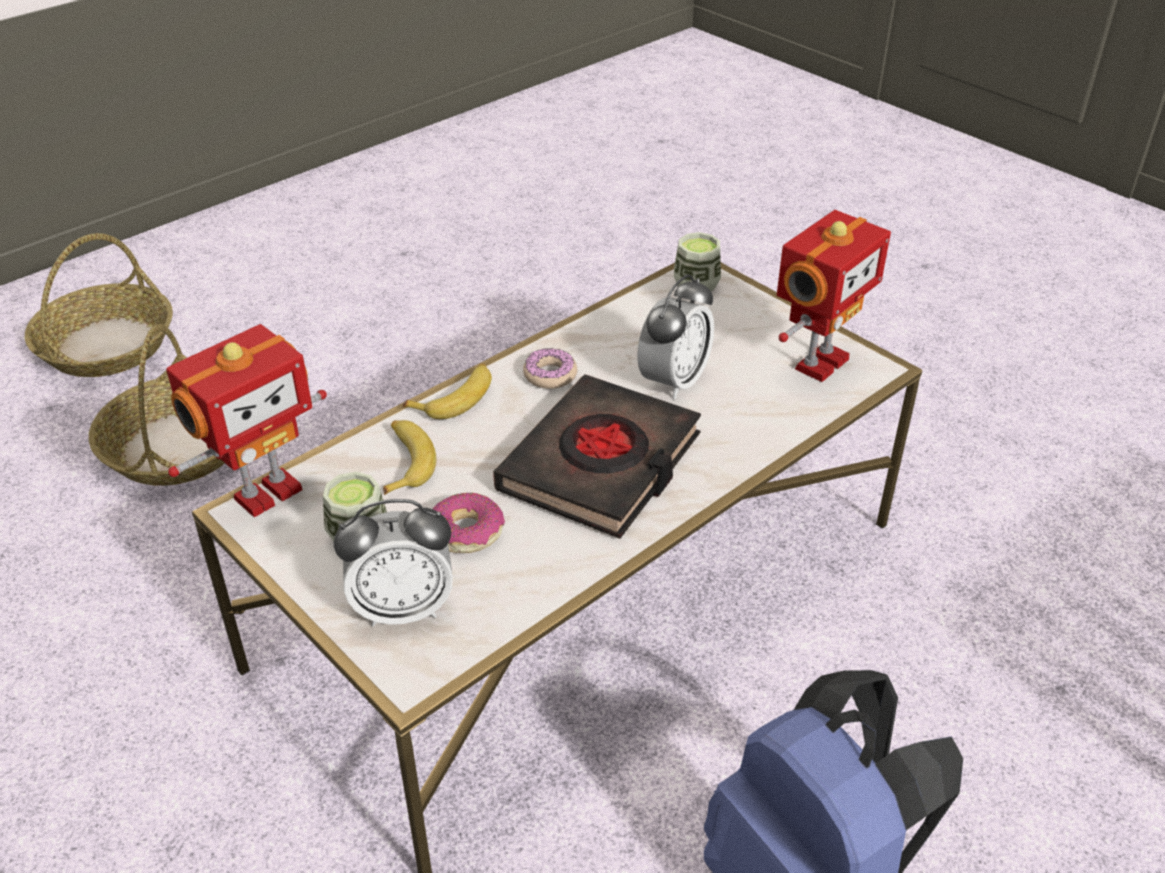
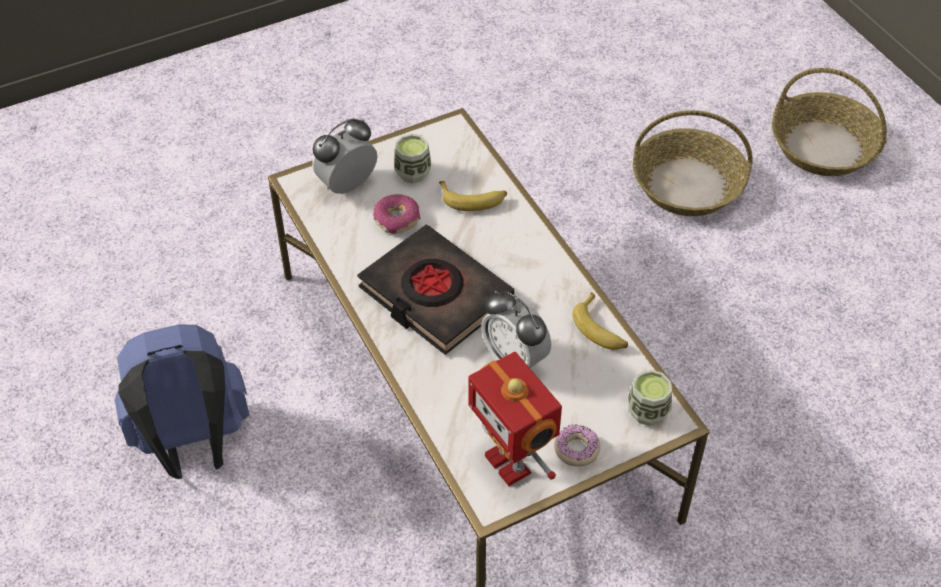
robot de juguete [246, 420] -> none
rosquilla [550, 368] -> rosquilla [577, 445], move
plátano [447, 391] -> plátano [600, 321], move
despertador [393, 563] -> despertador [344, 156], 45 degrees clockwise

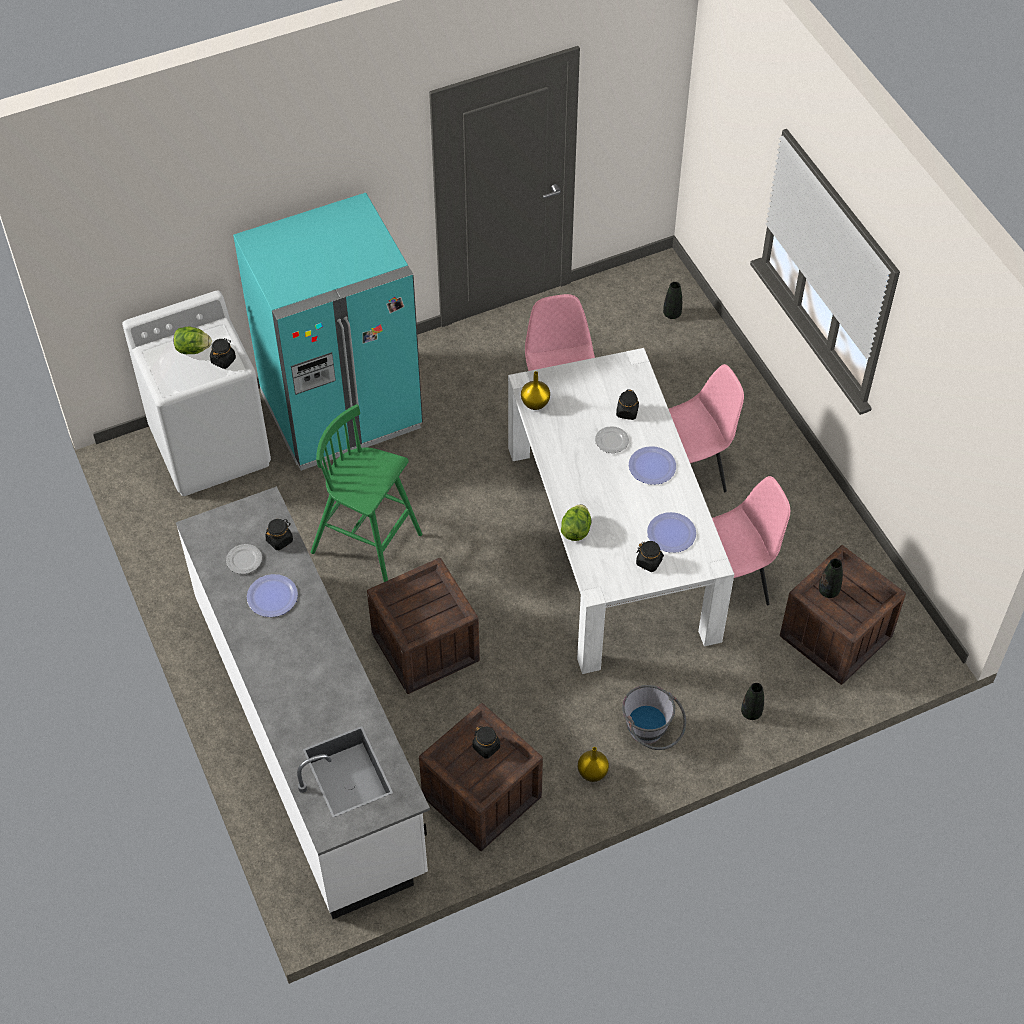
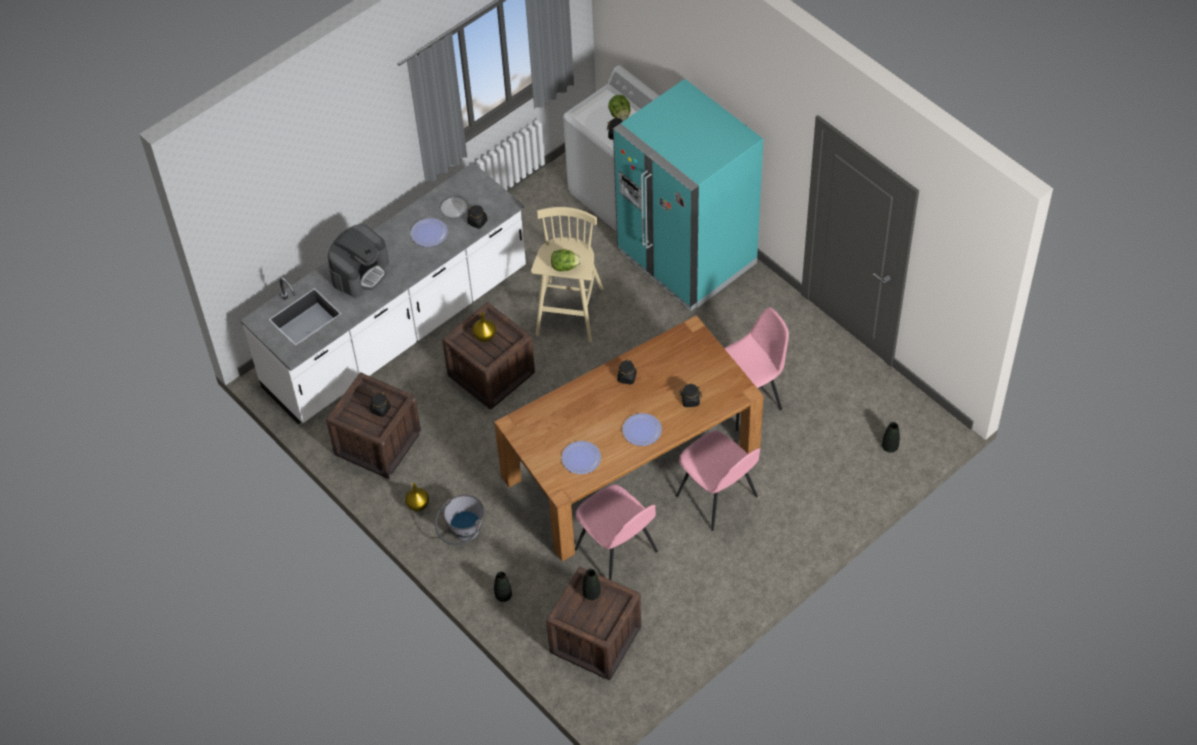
mesa de comedor [blanco] [621, 511] -> mesa de comedor [marrón] [629, 438]
florero [amarillo] [535, 390] -> florero [amarillo] [484, 327], move
taburete [verde] [366, 493] -> taburete [beis] [567, 274]
plato [612, 439] -> none
lechuga [576, 522] -> lechuga [566, 260], move
tarro [negro] [650, 556] -> tarro [negro] [627, 371], move
none -> cafetera [358, 261]

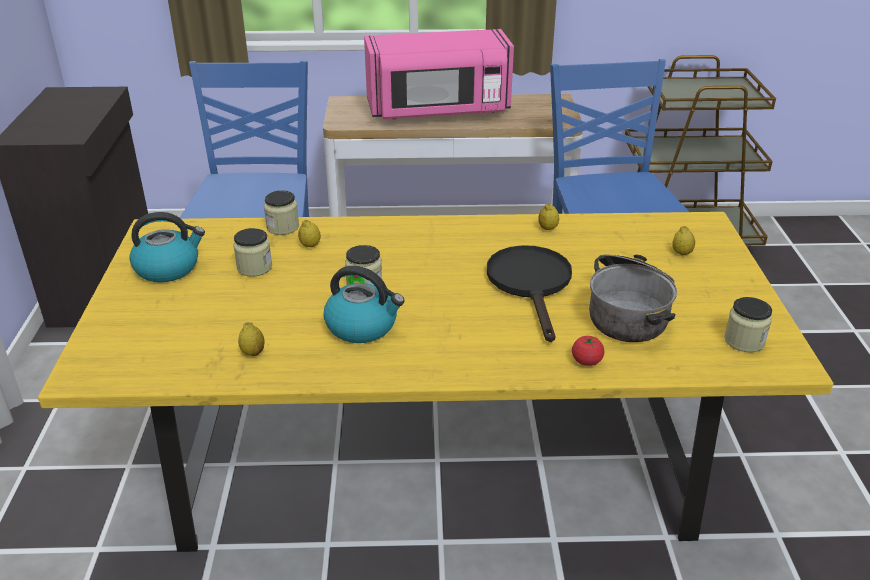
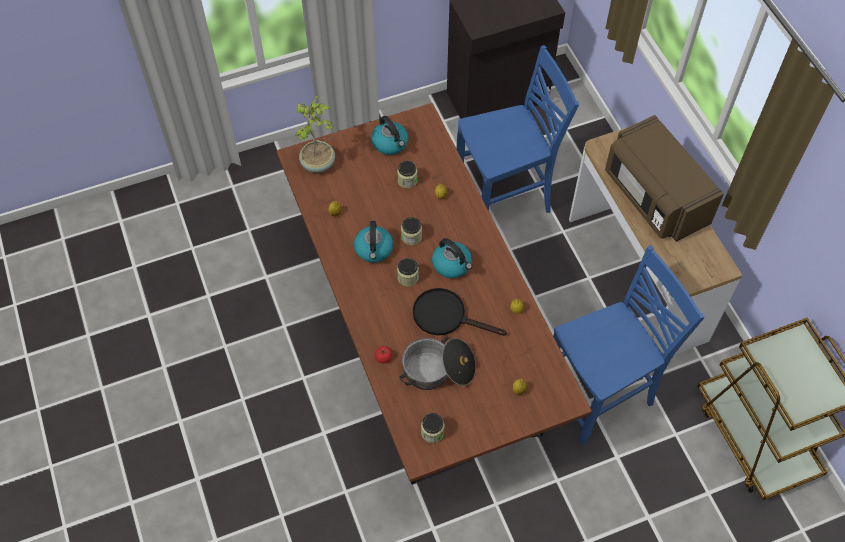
microondas [rosa] [439, 74] -> microondas [marrón] [664, 178]
tarro [281, 212] -> tarro [408, 272], move
mesa de comedor [amarillo] [435, 382] -> mesa de comedor [marrón] [434, 294]
sartén [negro] [529, 293] -> sartén [negro] [460, 312], 135 degrees counterclockwise
none -> planta en maceta [315, 134]
none -> hervidor [452, 258]

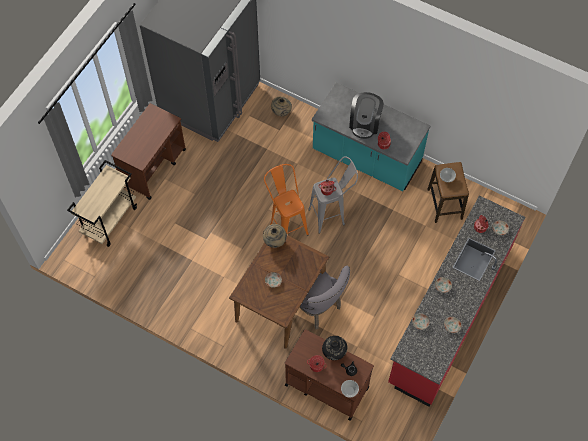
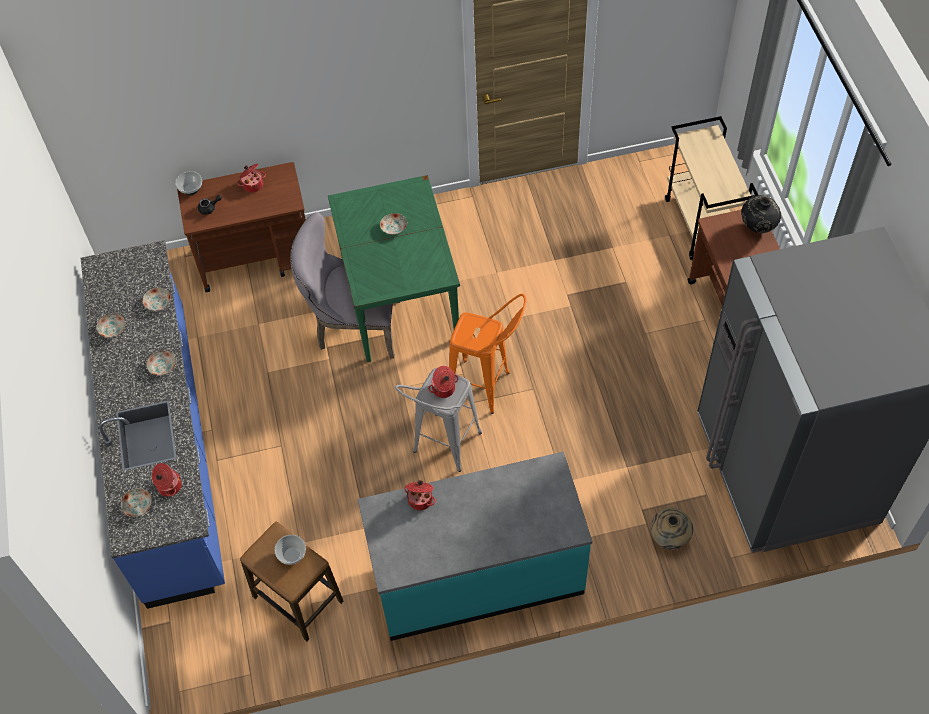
cafetera [366, 115] -> none
mueble bajo de cocina [rojo] [456, 301] -> mueble bajo de cocina [azul] [153, 424]
florero [beis] [275, 236] -> none
mesa de comedor [marrón] [279, 292] -> mesa de comedor [verde] [394, 268]
florero [negro] [334, 348] -> florero [negro] [761, 214], move

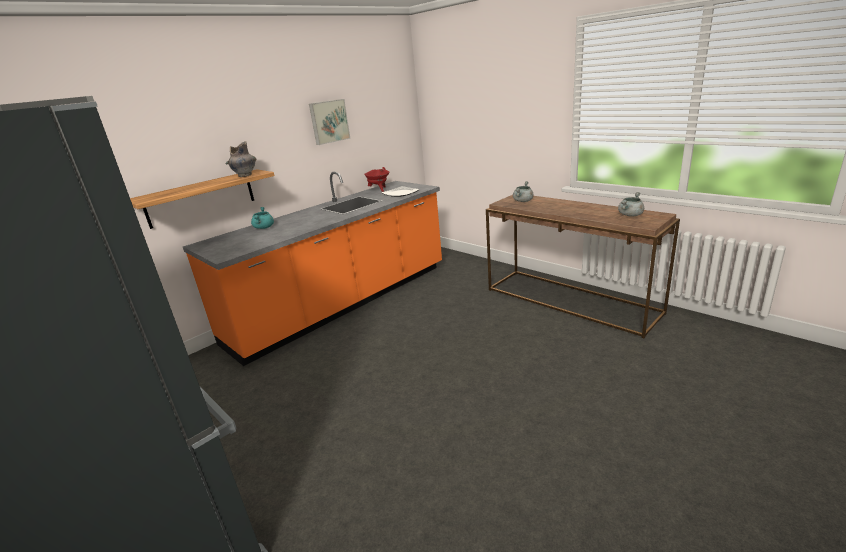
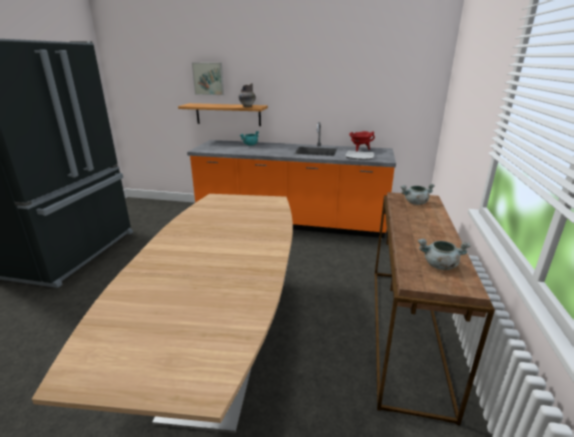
cuadro [330, 122] -> cuadro [208, 79], move
none -> mesa de comedor [marrón] [162, 313]

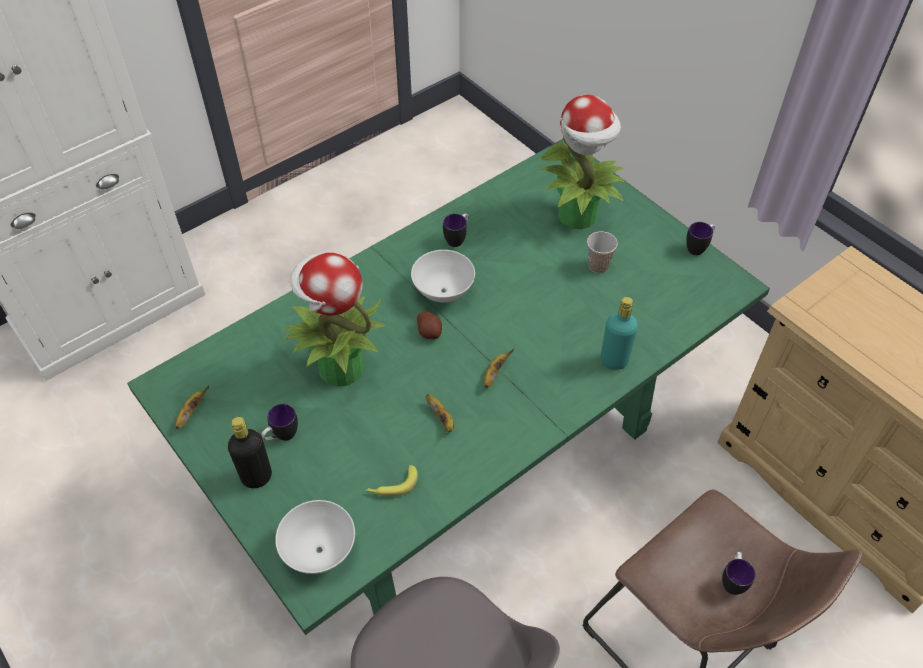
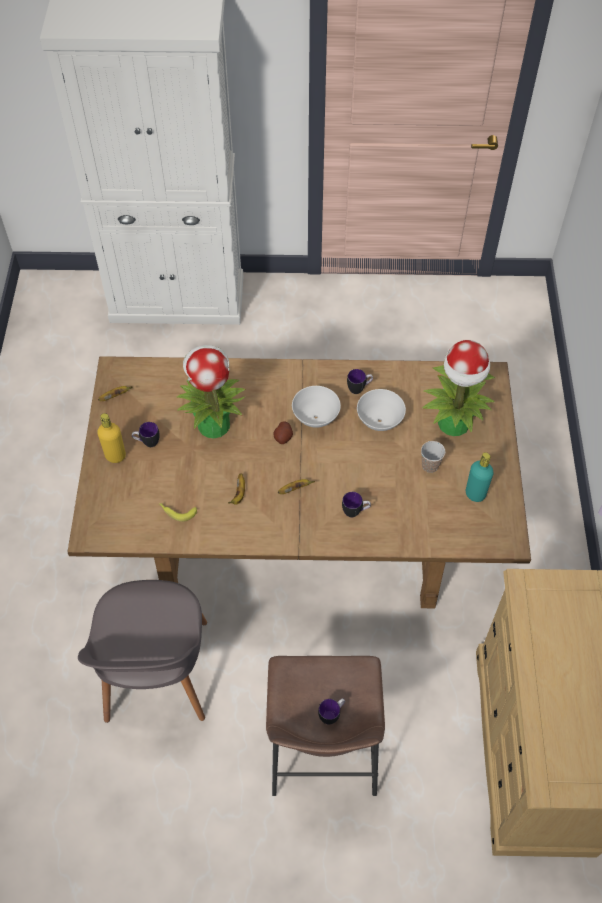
mesa de comedor [verde] [448, 387] -> mesa de comedor [marrón] [299, 482]
taza grande [700, 238] -> taza grande [356, 505], move
botella [turquesa] [619, 333] -> botella [turquesa] [479, 477], move
botella [negro] [250, 452] -> botella [amarillo] [111, 438]
cuenco [blanco] [315, 537] -> cuenco [blanco] [381, 410], move

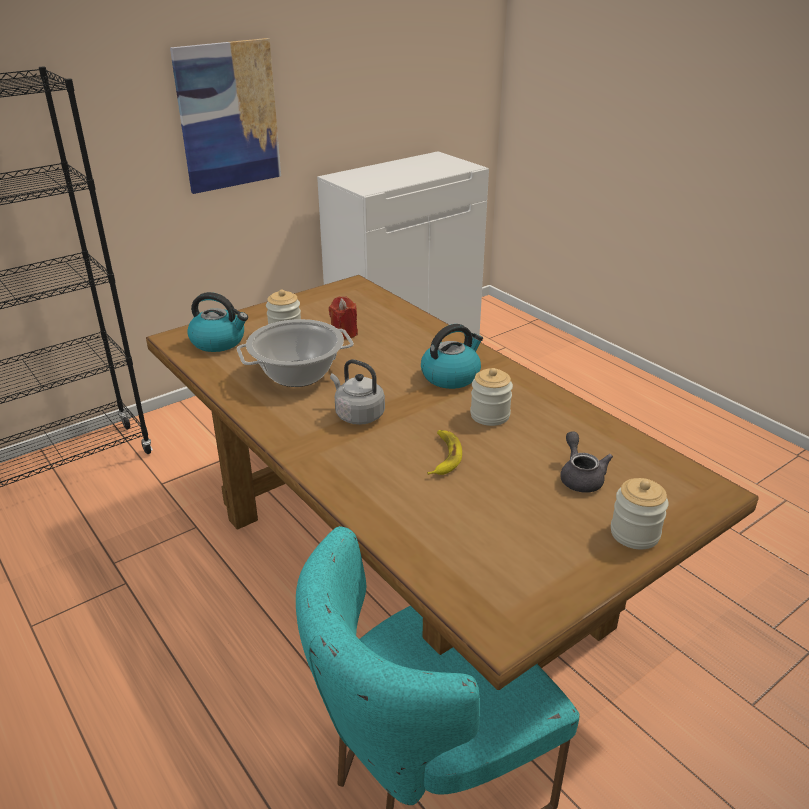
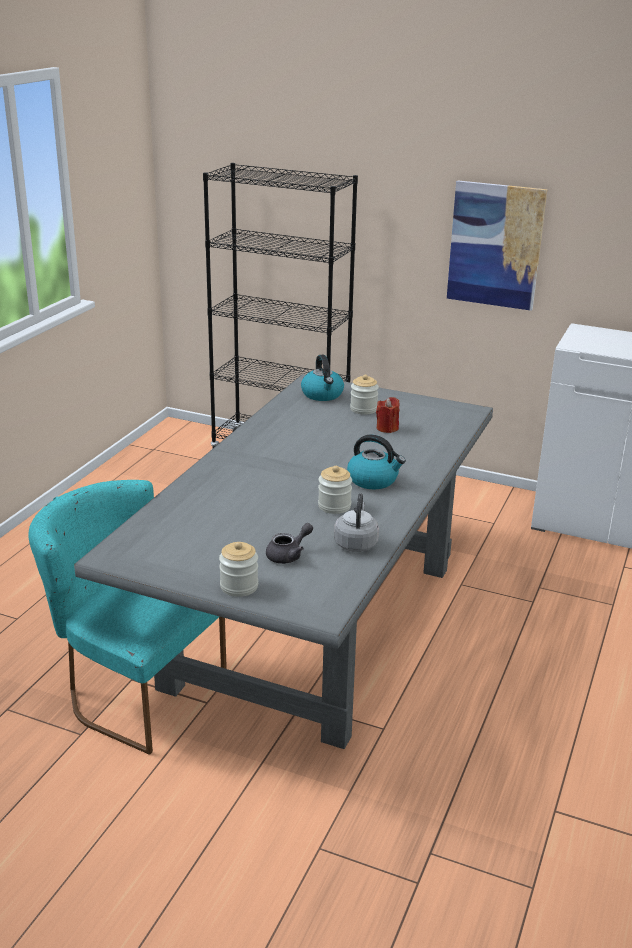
mesa de comedor [marrón] [452, 482] -> mesa de comedor [gris] [283, 561]
olla [295, 353] -> none
hervidor [gris] [357, 392] -> hervidor [gris] [356, 522], move
plátano [444, 452] -> none

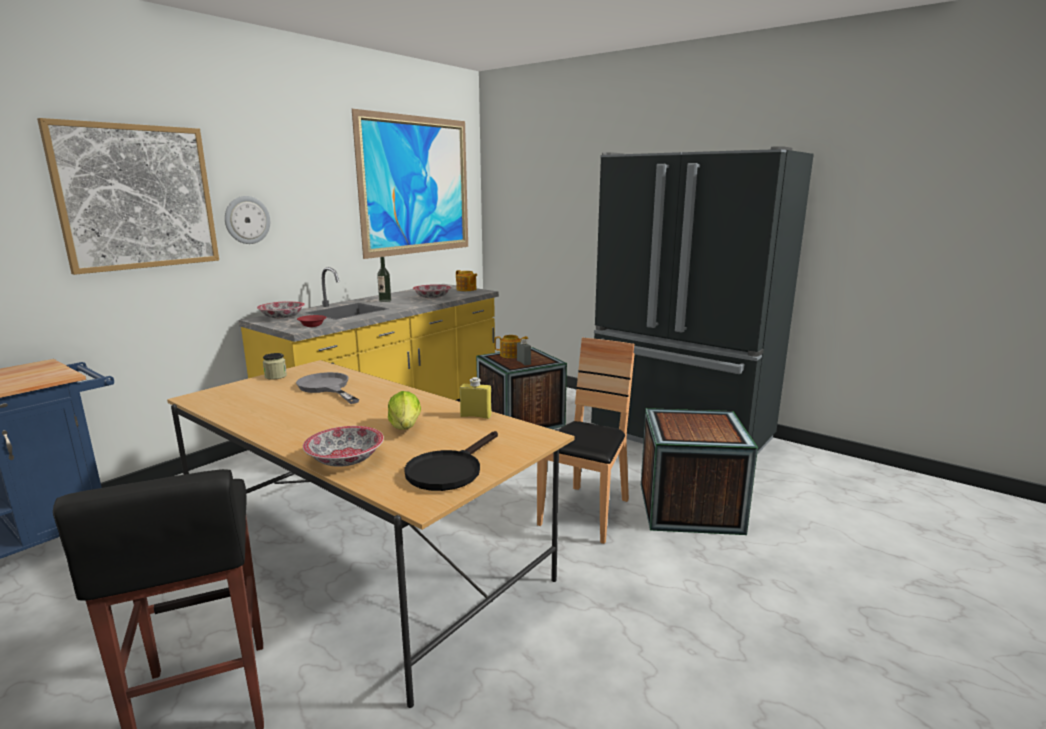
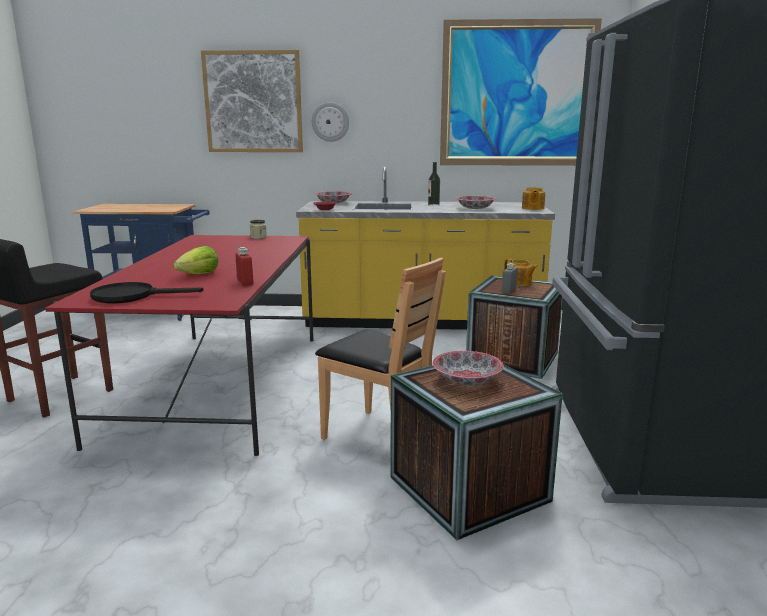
silla [marrón] [585, 441] -> silla [marrón] [380, 349], 45 degrees clockwise
mesa de comedor [beis] [371, 534] -> mesa de comedor [rojo] [179, 345]
sartén [gris] [327, 388] -> none
botella [amarillo] [476, 398] -> botella [rojo] [244, 266]
cuenco [343, 446] -> cuenco [468, 368], move

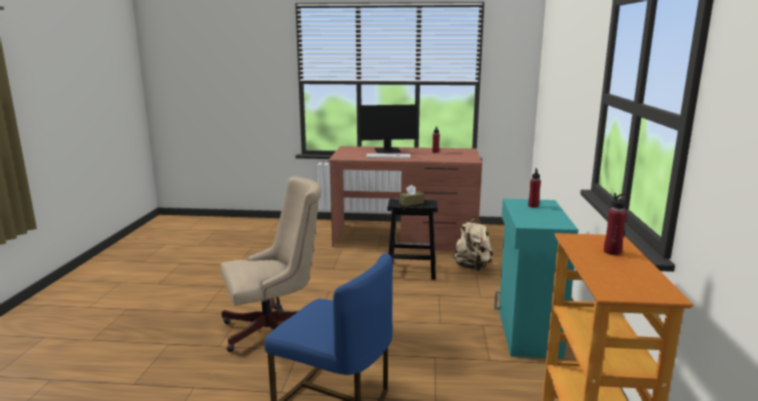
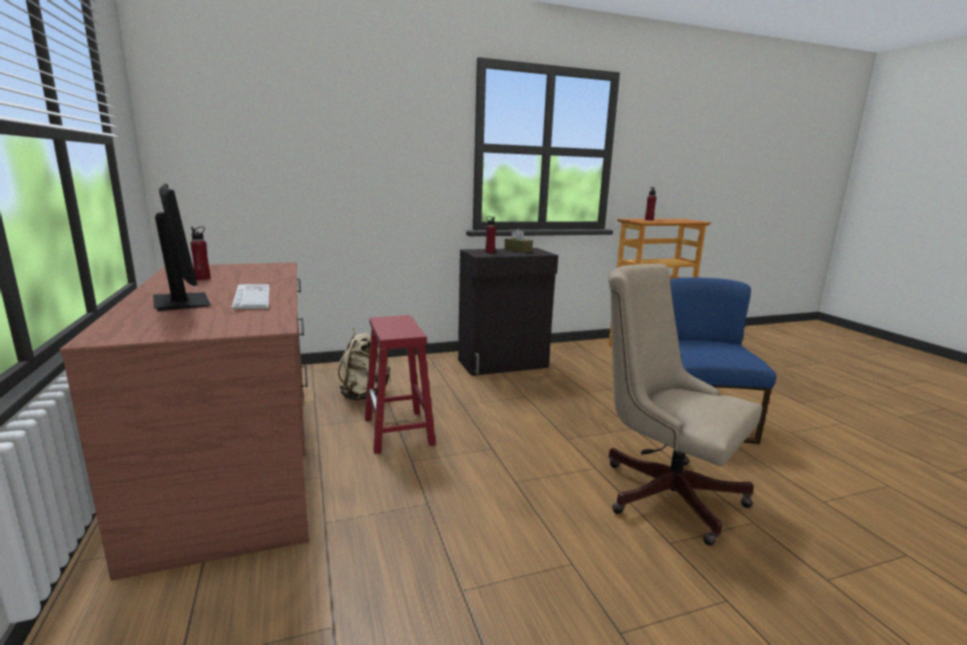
caja de pañuelos [marrón] [411, 195] -> caja de pañuelos [marrón] [518, 241], move
taburete [negro] [412, 239] -> taburete [rojo] [400, 384]
armario [turquesa] [536, 279] -> armario [negro] [508, 312]

